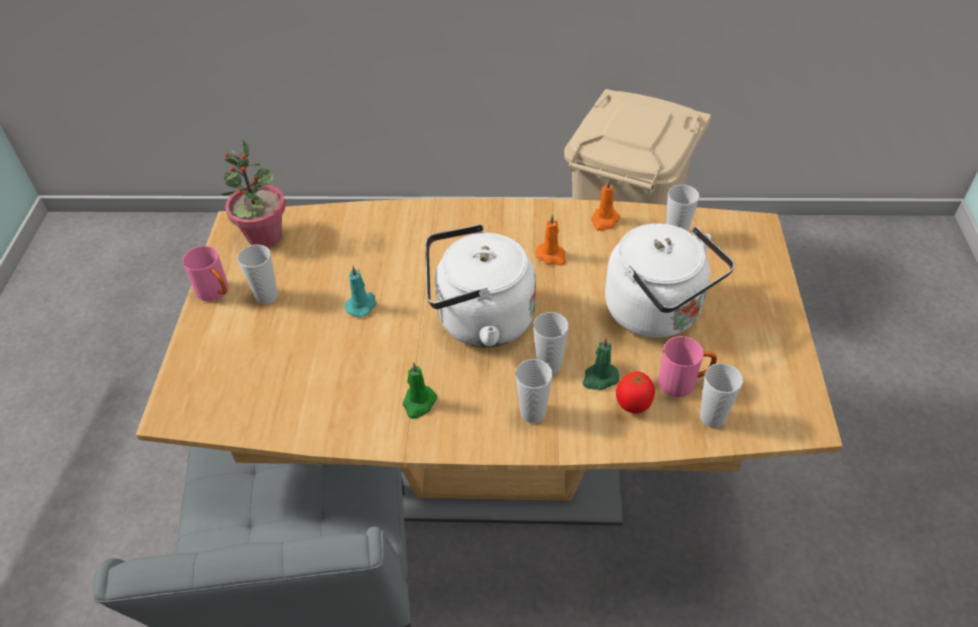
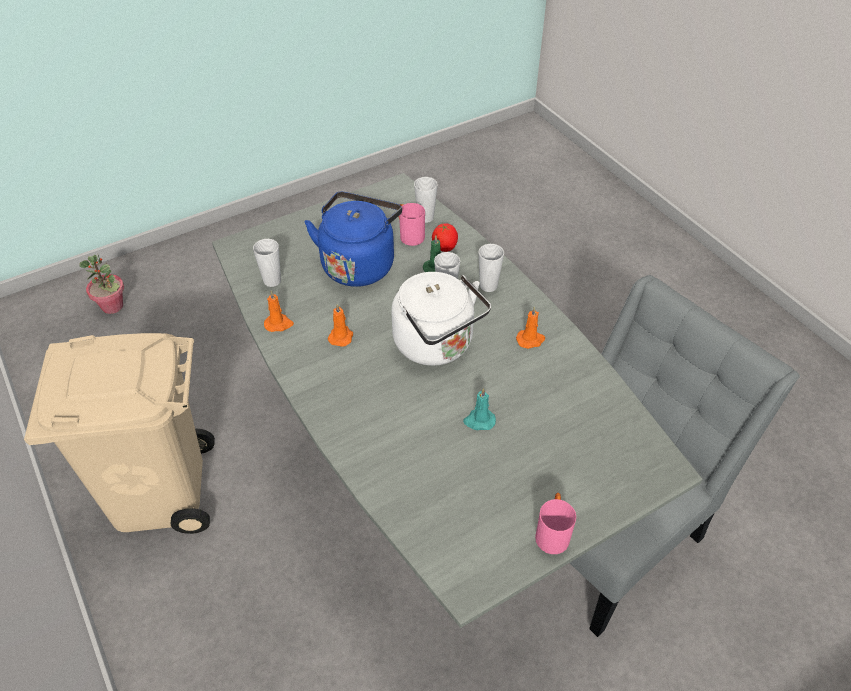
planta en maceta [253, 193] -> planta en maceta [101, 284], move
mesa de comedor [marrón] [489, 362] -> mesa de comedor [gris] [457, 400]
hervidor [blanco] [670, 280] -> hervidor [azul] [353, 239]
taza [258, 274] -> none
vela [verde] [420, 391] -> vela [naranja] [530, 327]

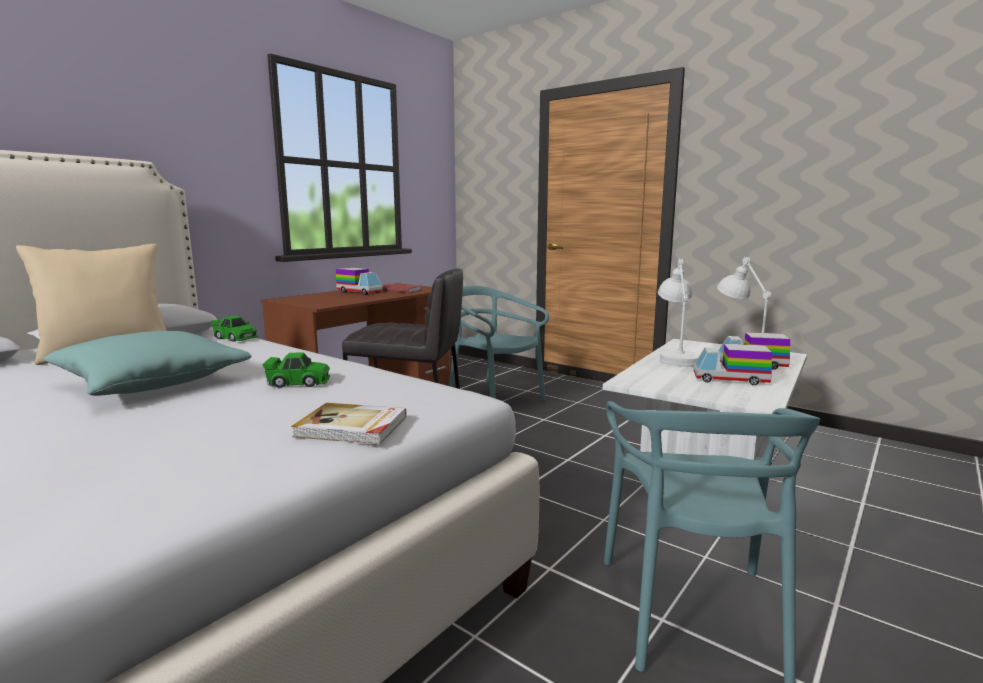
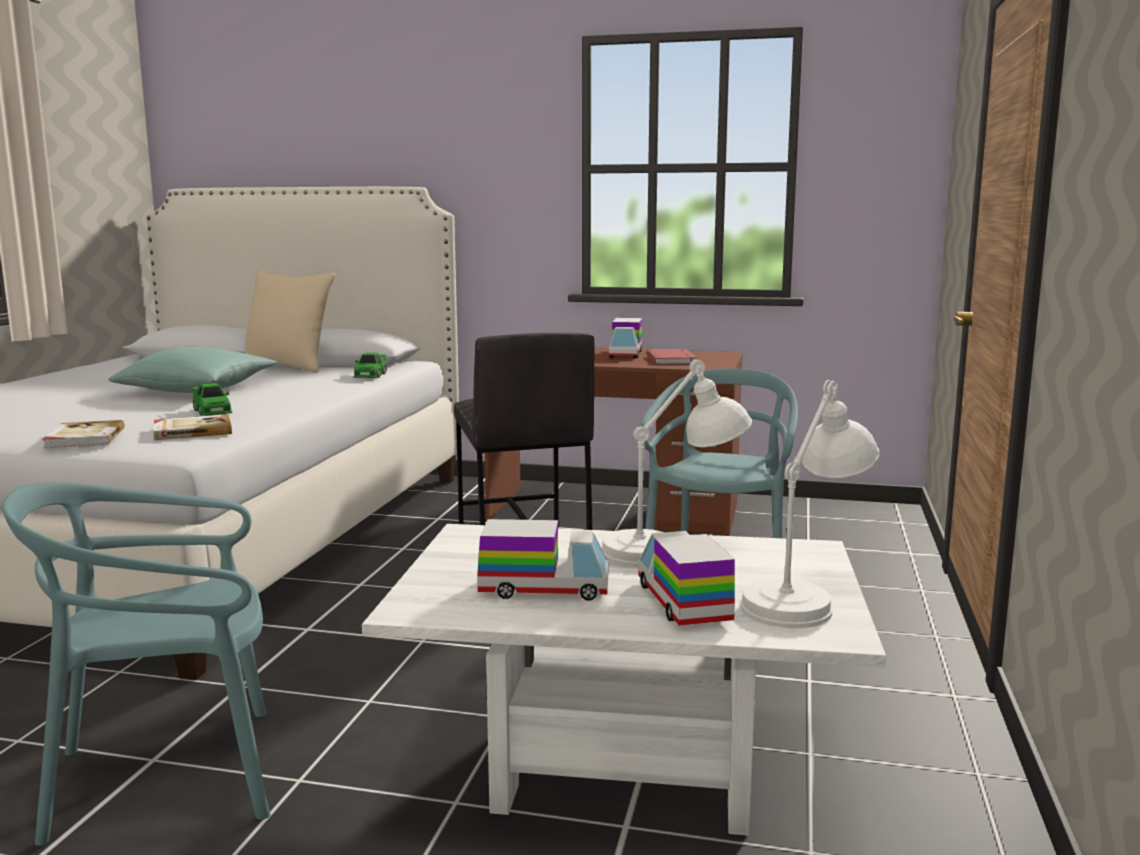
camión de juguete [732, 364] -> camión de juguete [542, 559], 105 degrees clockwise
none -> libro [192, 427]

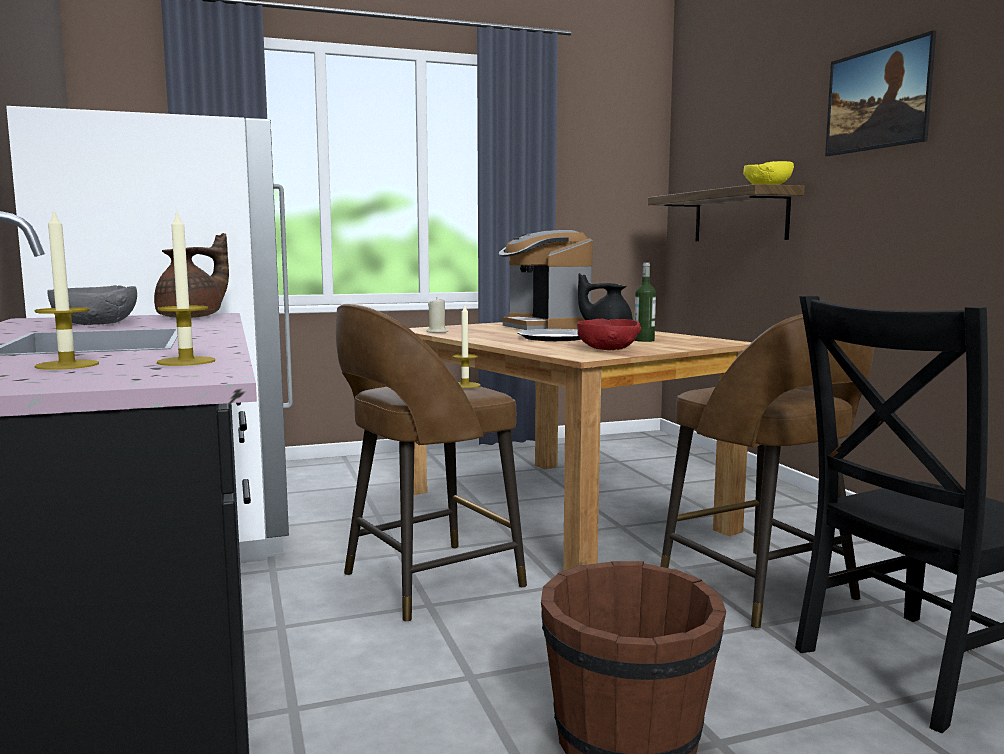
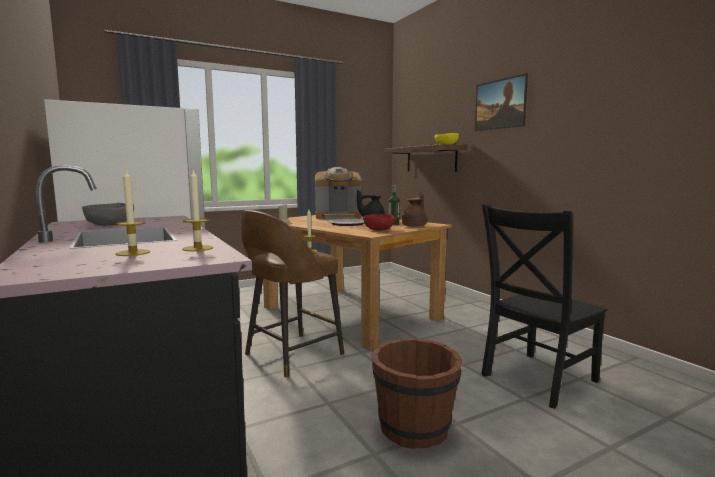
cafetera [546, 280] -> cafetera [338, 193], 60 degrees counterclockwise
tetera [marrón] [191, 275] -> tetera [marrón] [414, 209], move
taburete [marrón] [767, 471] -> none

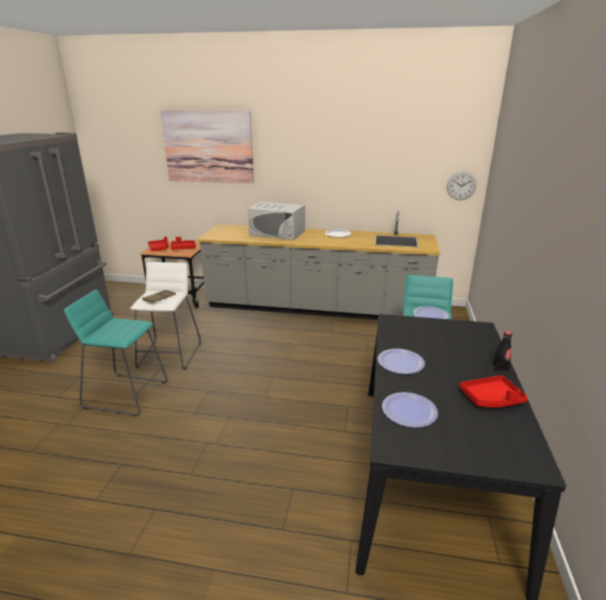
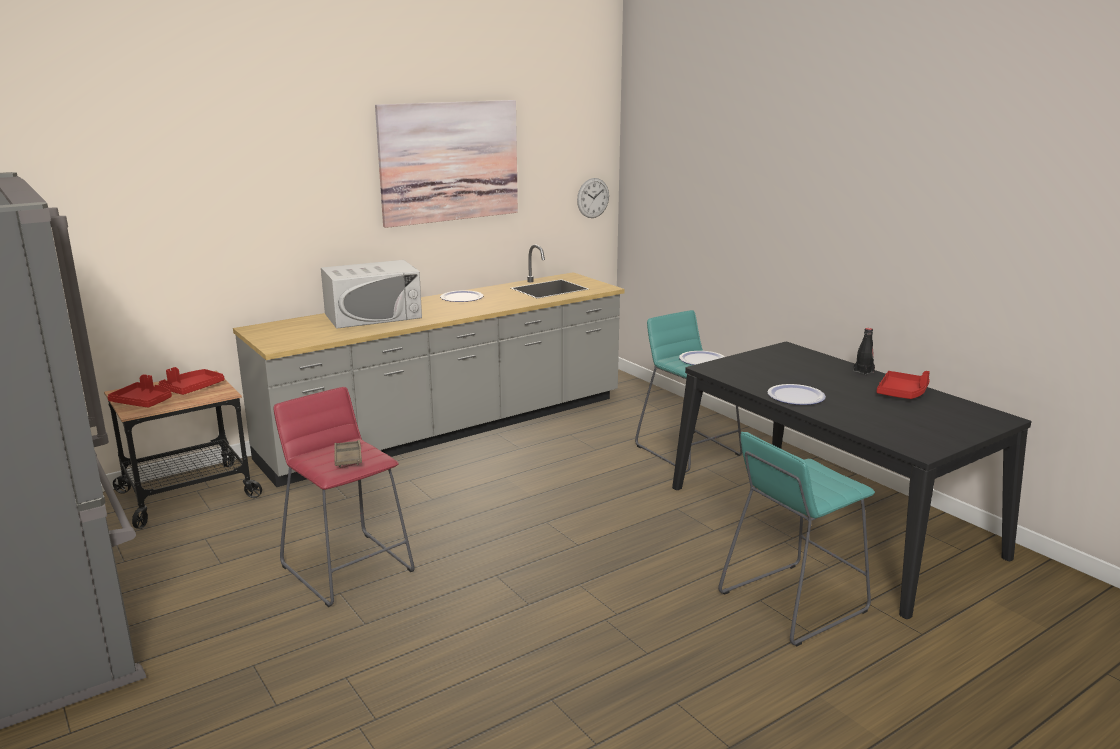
cuadro [207, 146] -> cuadro [446, 164], move
taburete [blanco] [165, 316] -> taburete [rojo] [344, 497]
taburete [turquesa] [116, 353] -> taburete [turquesa] [796, 539], move
plato [410, 410] -> none

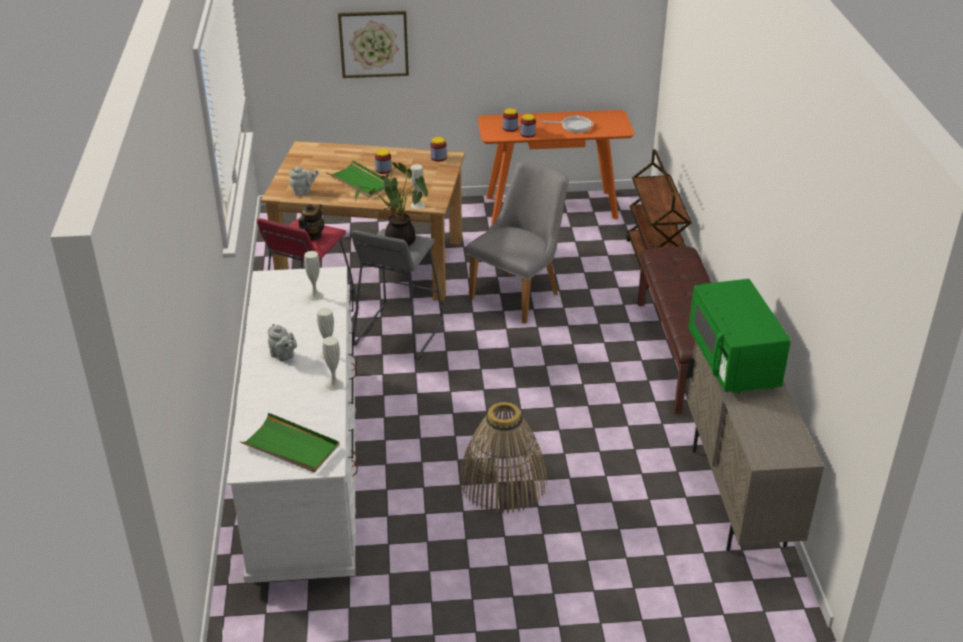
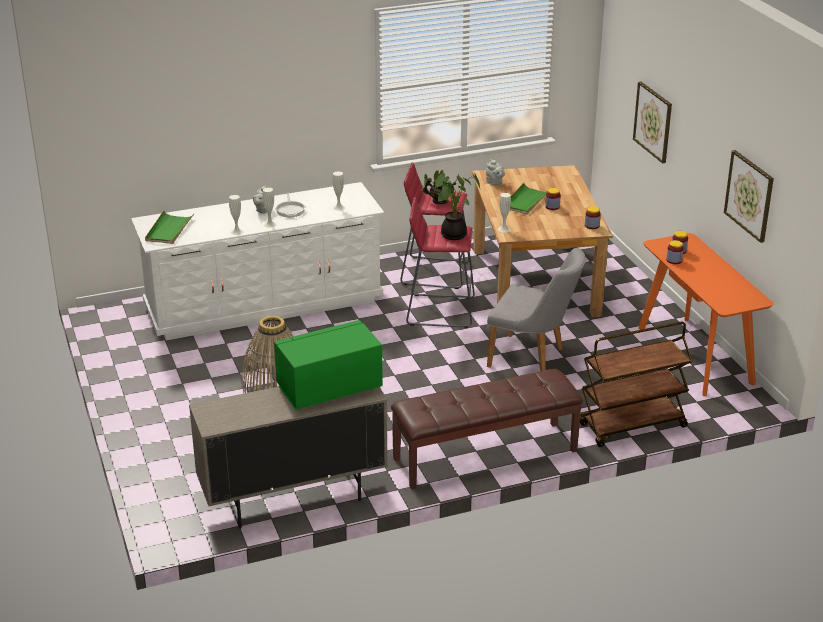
sartén [567, 124] -> sartén [290, 205], move
taburete [gris] [397, 294] -> taburete [rojo] [440, 262]
none -> cuadro [749, 196]

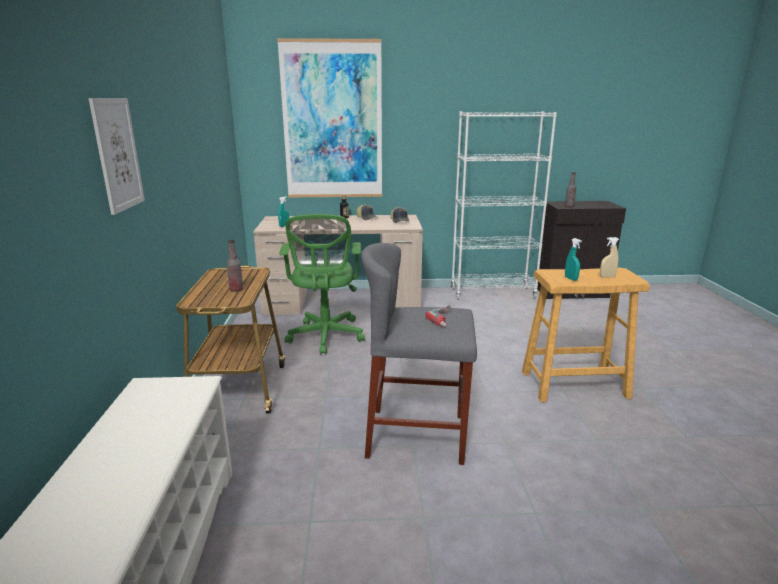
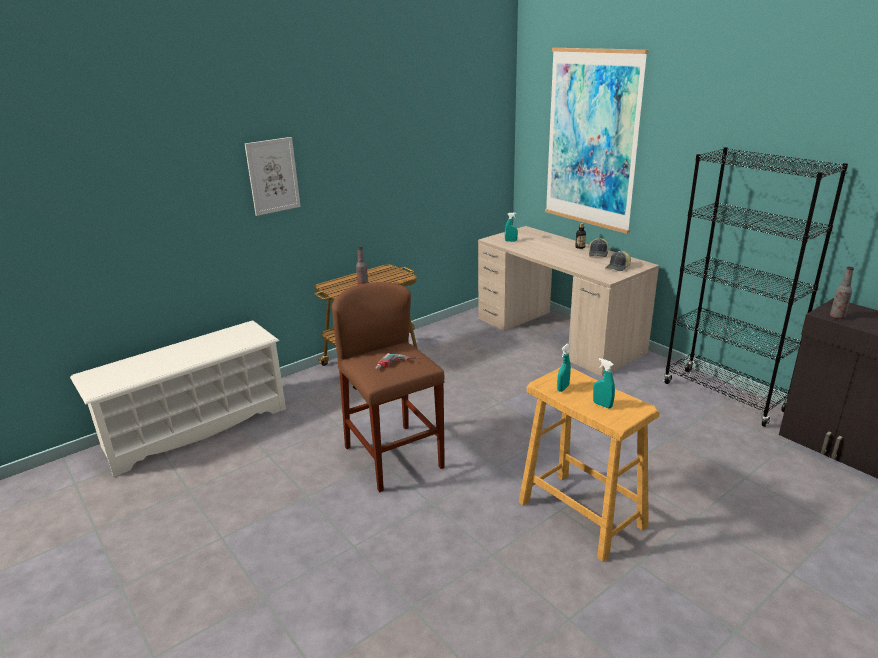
estantería [blanco] [504, 205] -> estantería [negro] [756, 287]
silla de oficina [verde] [322, 284] -> none
pulverizador [beis] [609, 257] -> pulverizador [turquesa] [604, 383]
taburete [gris] [419, 354] -> taburete [marrón] [388, 387]

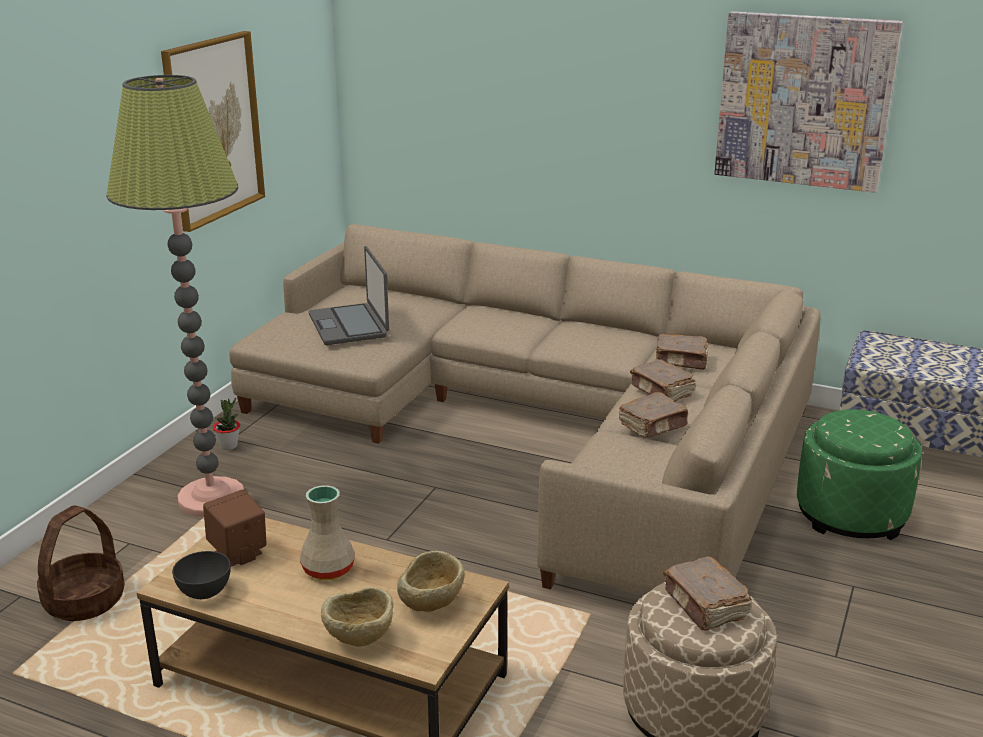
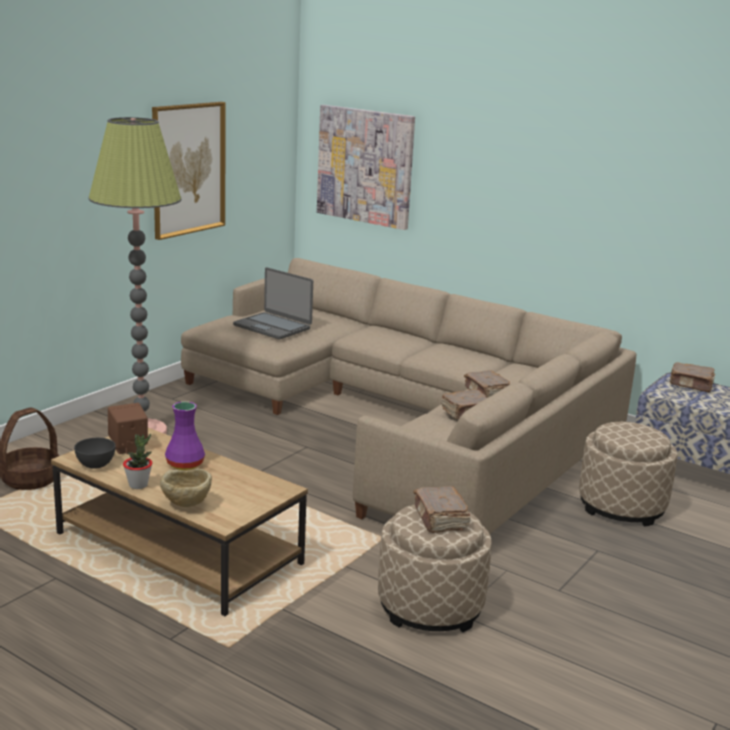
cuadro [808, 102] -> cuadro [366, 167], move
portátil [349, 295] -> portátil [273, 303], 45 degrees counterclockwise
libro [marrón] [682, 352] -> libro [marrón] [692, 377], move
planta en maceta [226, 424] -> planta en maceta [137, 461], move
puf [verde] [859, 474] -> puf [beis] [628, 474]
florero [beis] [327, 532] -> florero [morado] [185, 435]
cuenco [beis] [431, 581] -> none

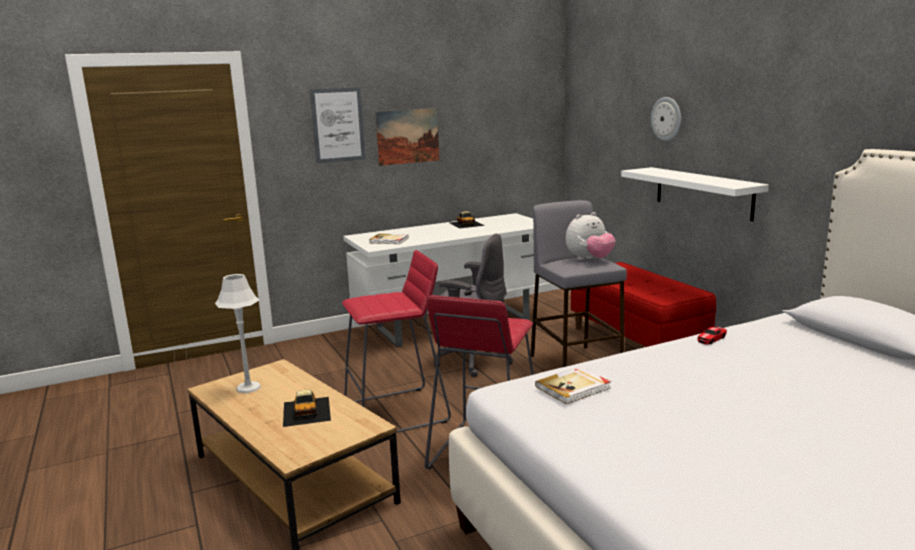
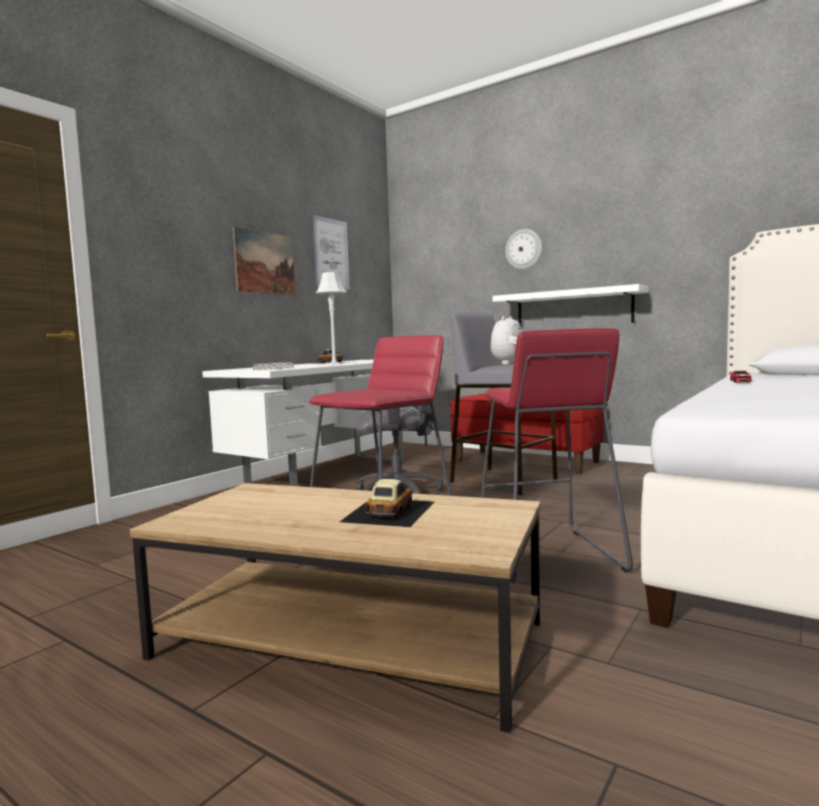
cuadro [338, 125] -> cuadro [331, 252], move
lámpara de mesa [gris] [238, 333] -> lámpara de mesa [gris] [331, 318], move
libro [573, 385] -> none
coche de juguete [307, 408] -> coche de juguete [387, 503], 120 degrees counterclockwise

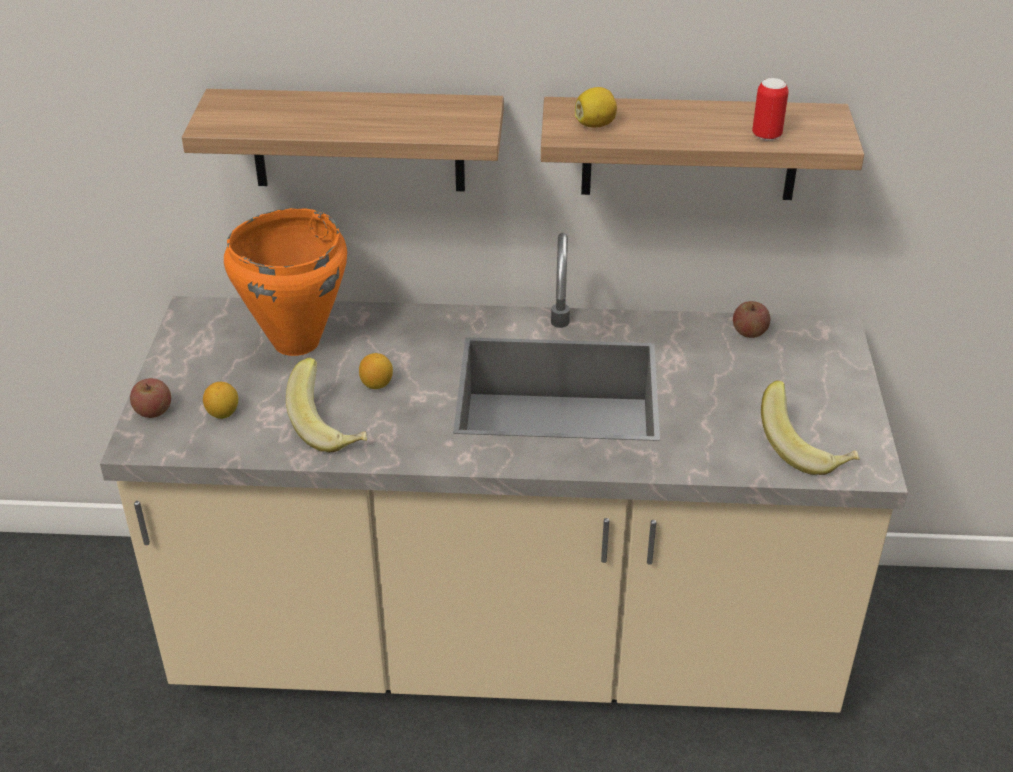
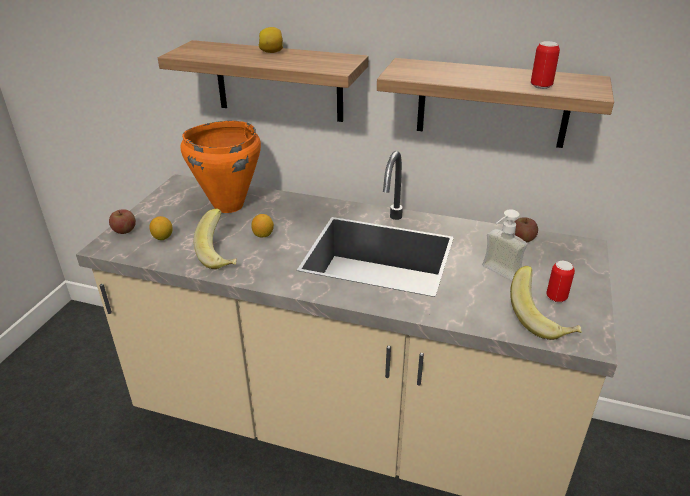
limón [596, 107] -> limón [270, 40], move
none -> dispensador de jabón [505, 245]
none -> lata [560, 281]

